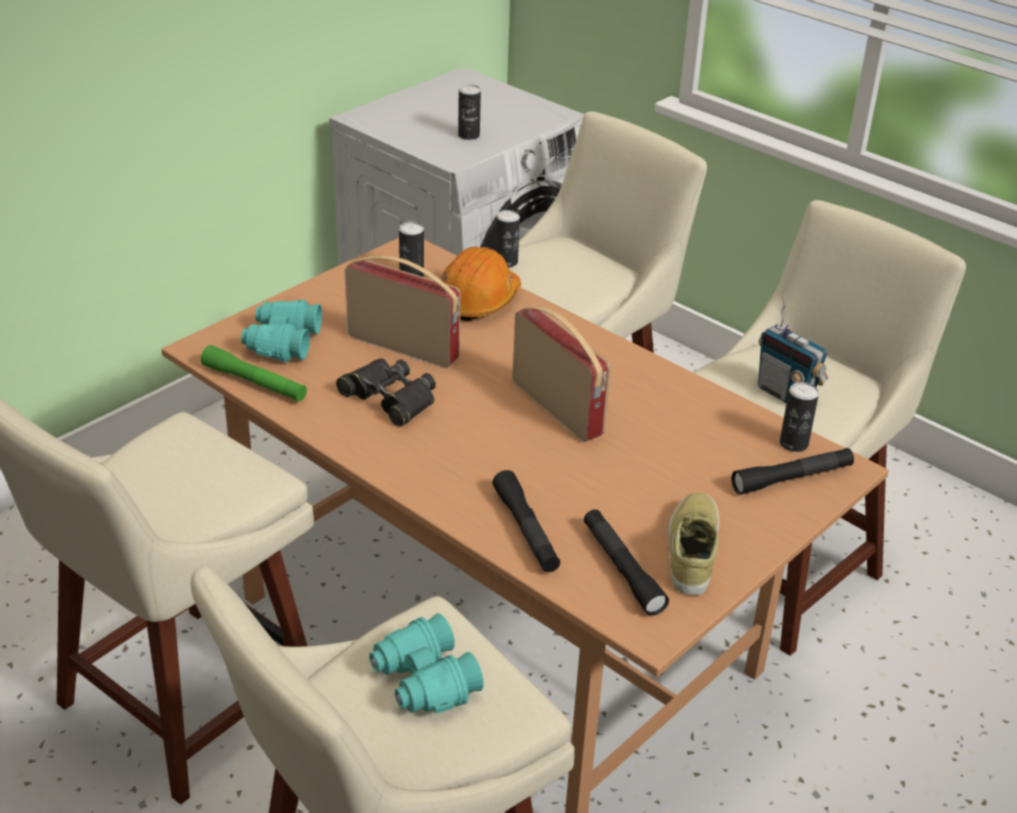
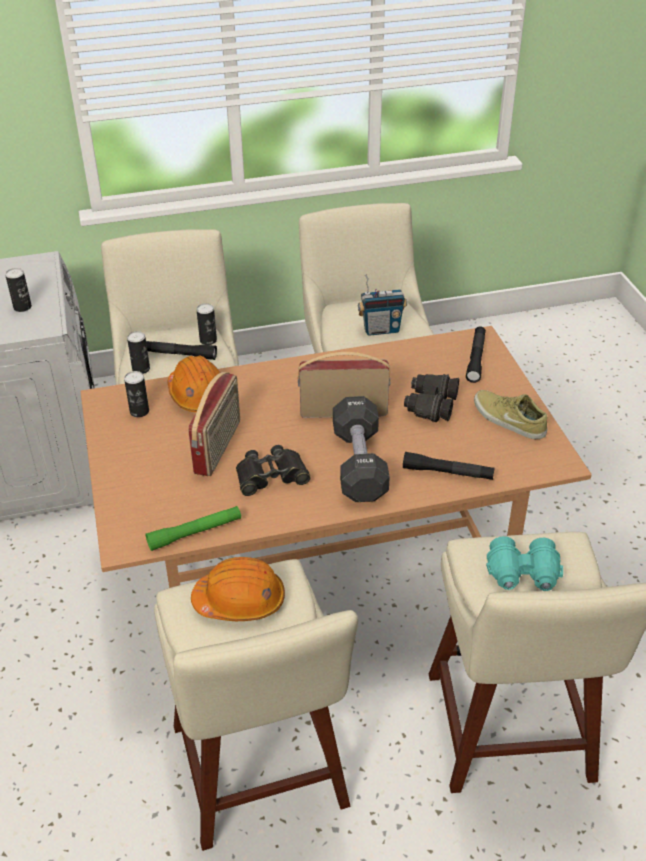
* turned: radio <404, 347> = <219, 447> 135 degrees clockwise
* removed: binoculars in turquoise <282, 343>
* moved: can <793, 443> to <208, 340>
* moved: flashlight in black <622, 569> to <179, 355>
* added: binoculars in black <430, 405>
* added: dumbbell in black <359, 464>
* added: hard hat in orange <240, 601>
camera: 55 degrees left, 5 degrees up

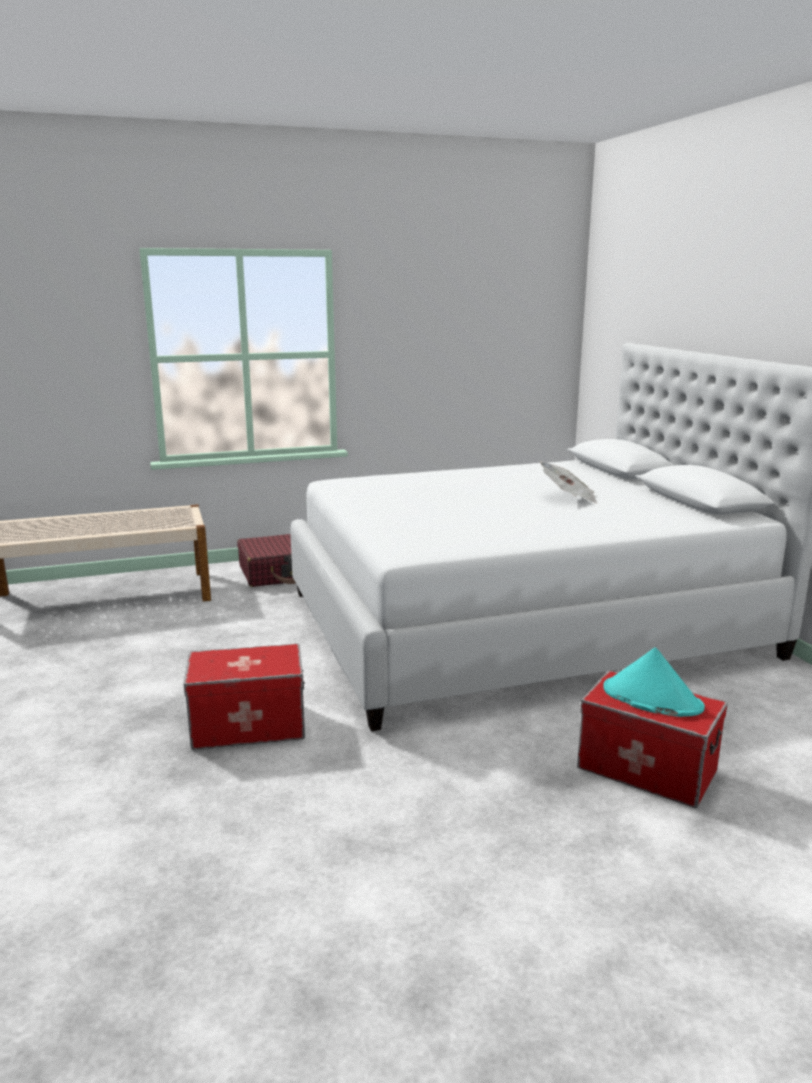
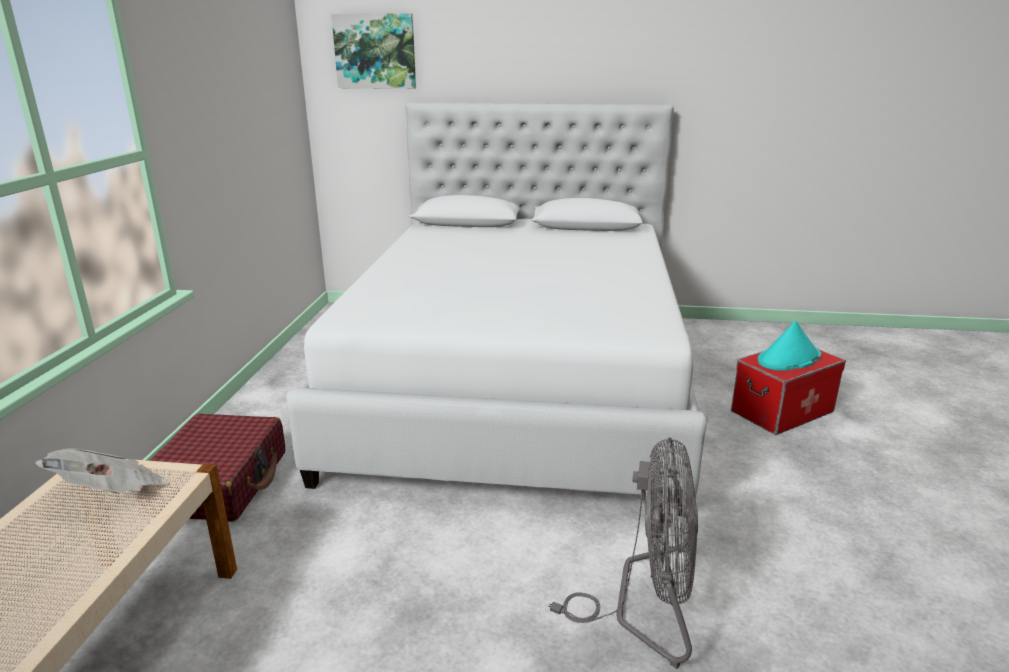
* moved: newspaper <569, 498> to <112, 493>
* replaced: storage box <249, 725> to fan in grey <645, 600>
* added: picture <375, 51>
camera: 65 degrees left, 5 degrees up

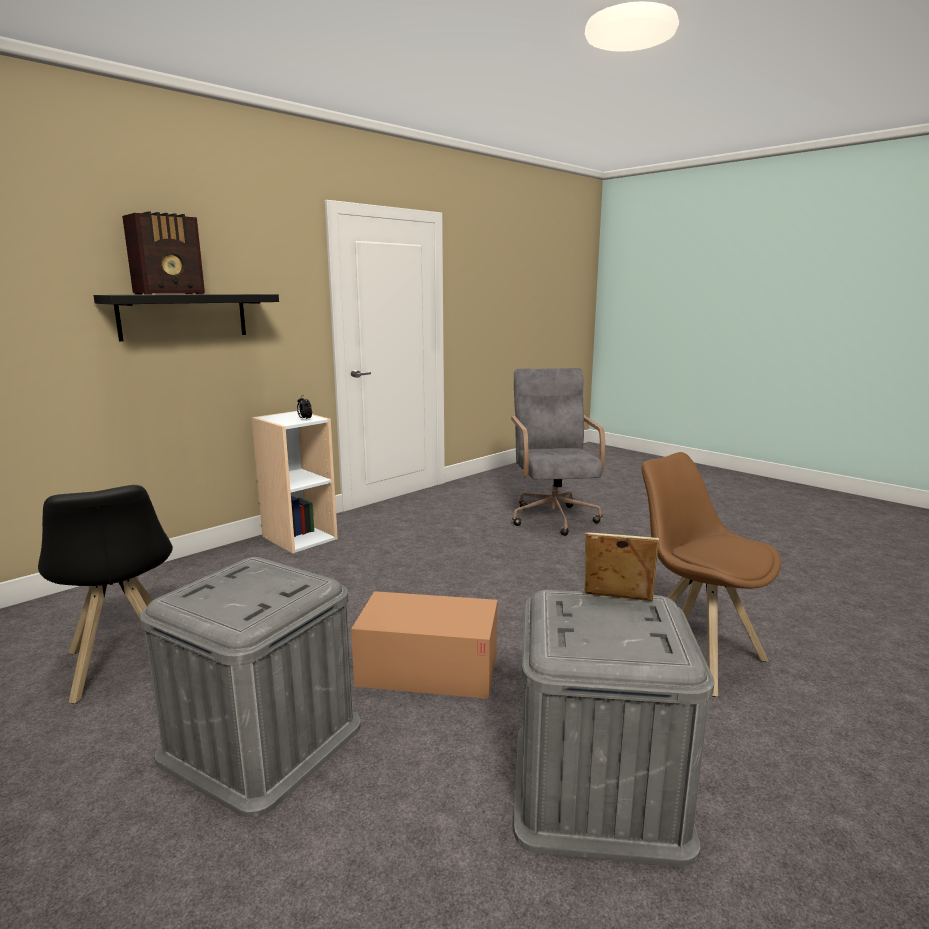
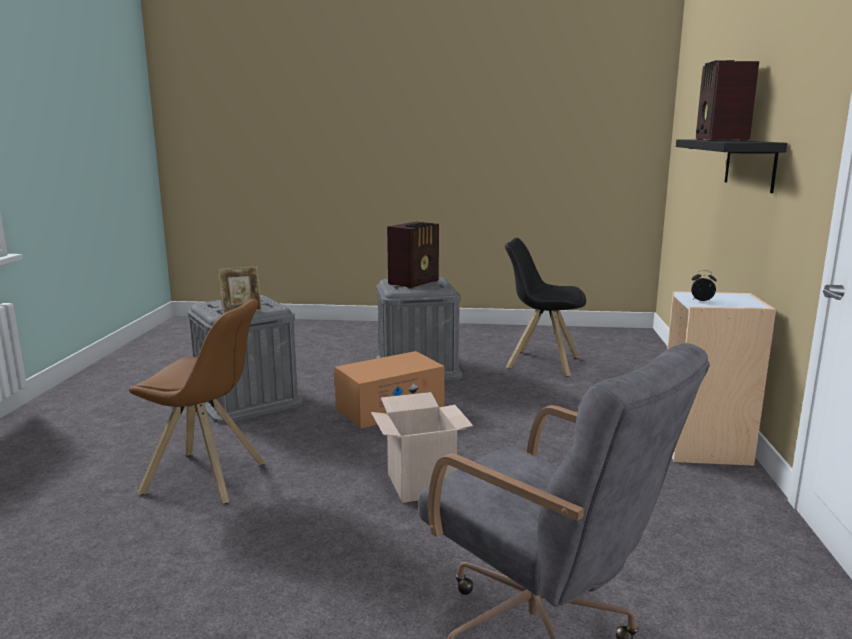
* added: radio <415, 282>
* added: cardboard box <421, 484>
camera: 140 degrees right, 0 degrees up

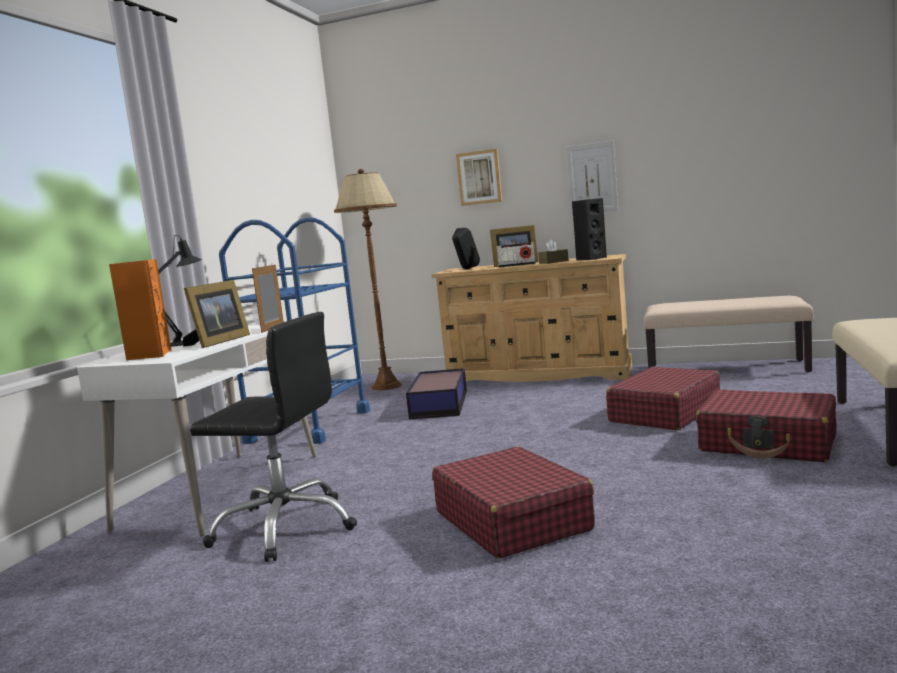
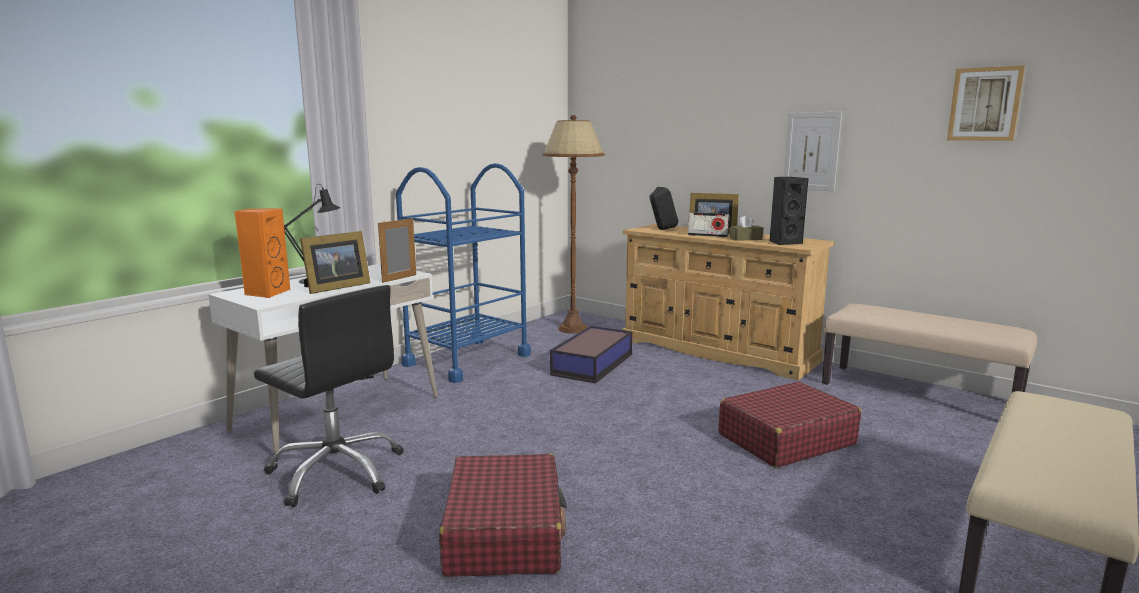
* moved: picture <479, 177> to <985, 104>
* removed: suitcase in red <768, 443>
camera: 20 degrees right, 5 degrees up

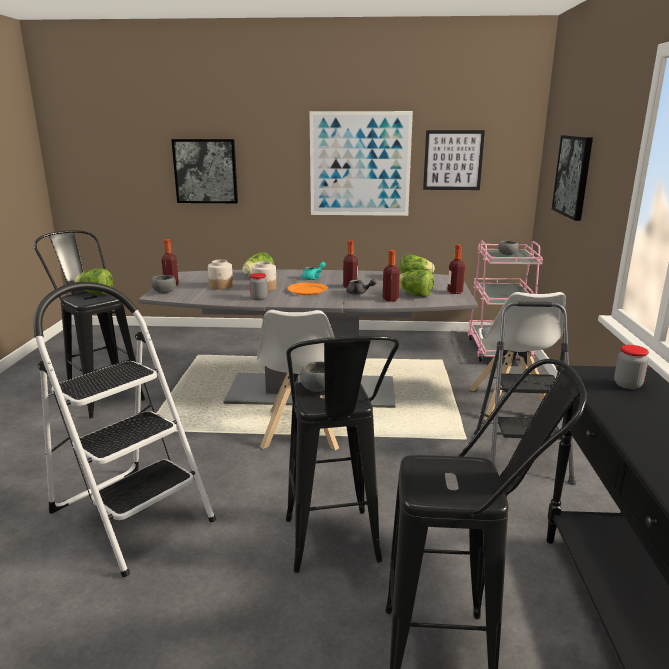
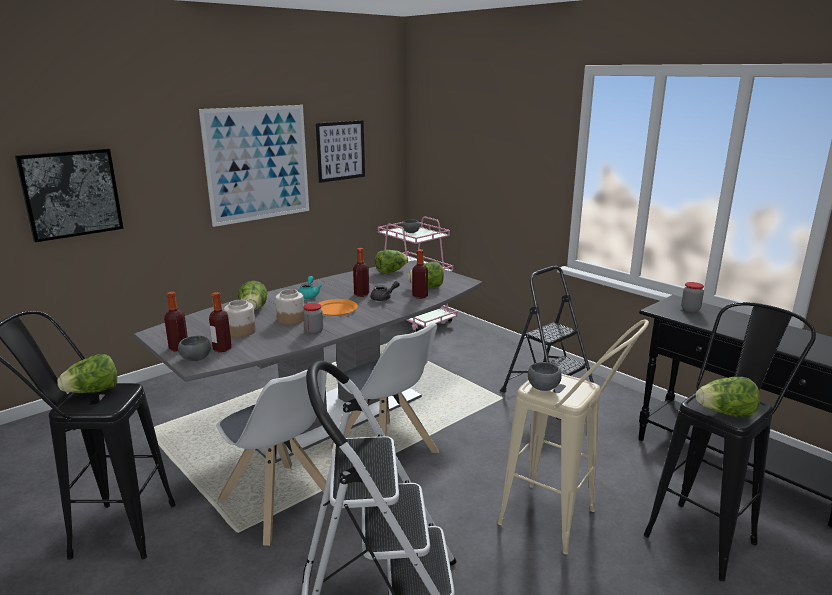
* removed: picture <573, 176>
* moved: bottle <455, 292> to <222, 349>
* moved: chair <510, 405> to <280, 503>
* recoloured: stool in black <334, 552> to stool in beige <562, 523>
* added: lettuce <725, 413>
camera: 45 degrees left, 0 degrees up

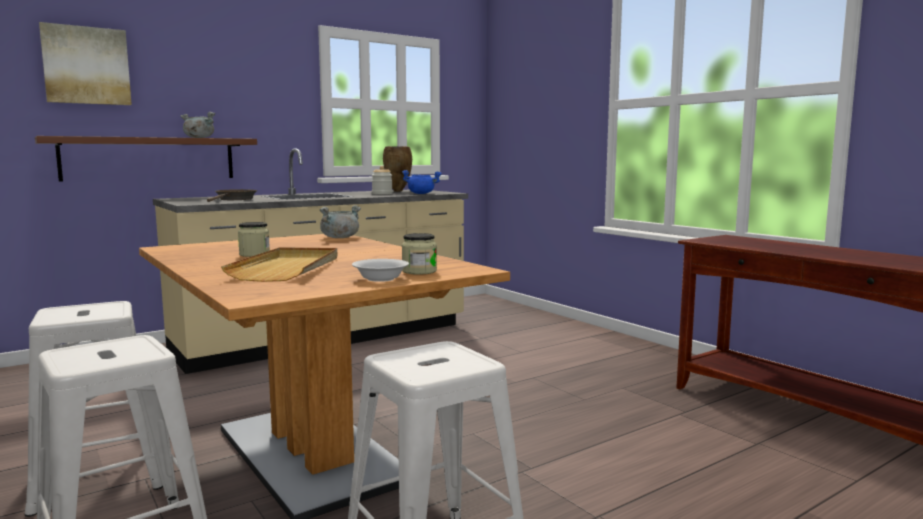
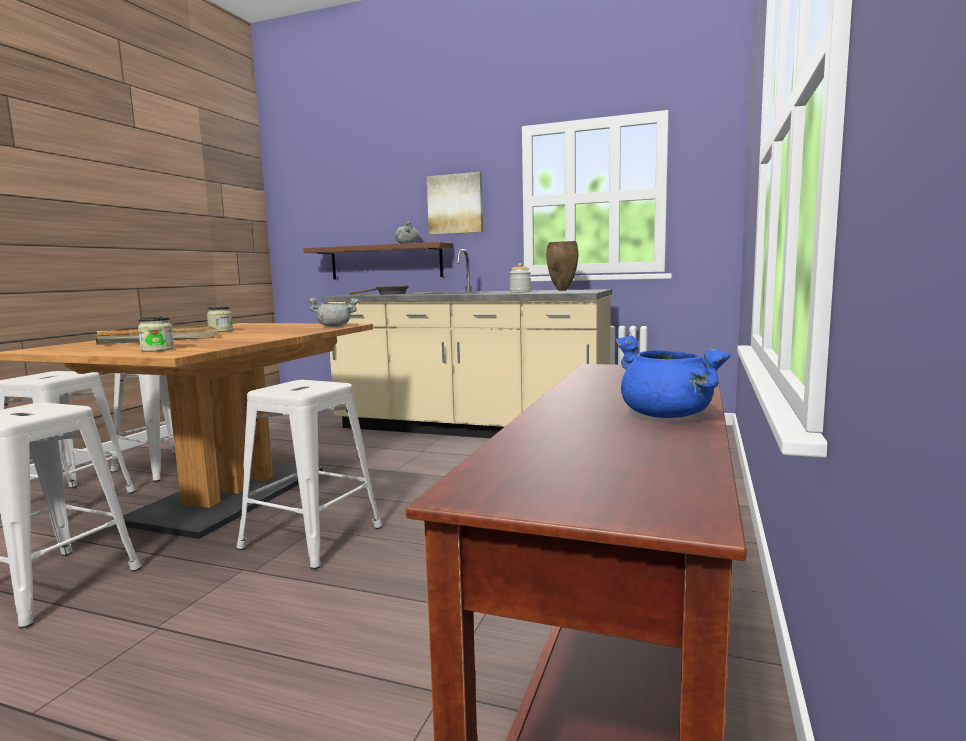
* moved: picture <86, 65> to <455, 204>
* moved: cooking pot in blue <421, 193> to <668, 416>
* removed: bowl in white <380, 279>
* added: stool in white <312, 538>
camera: 55 degrees right, 0 degrees up

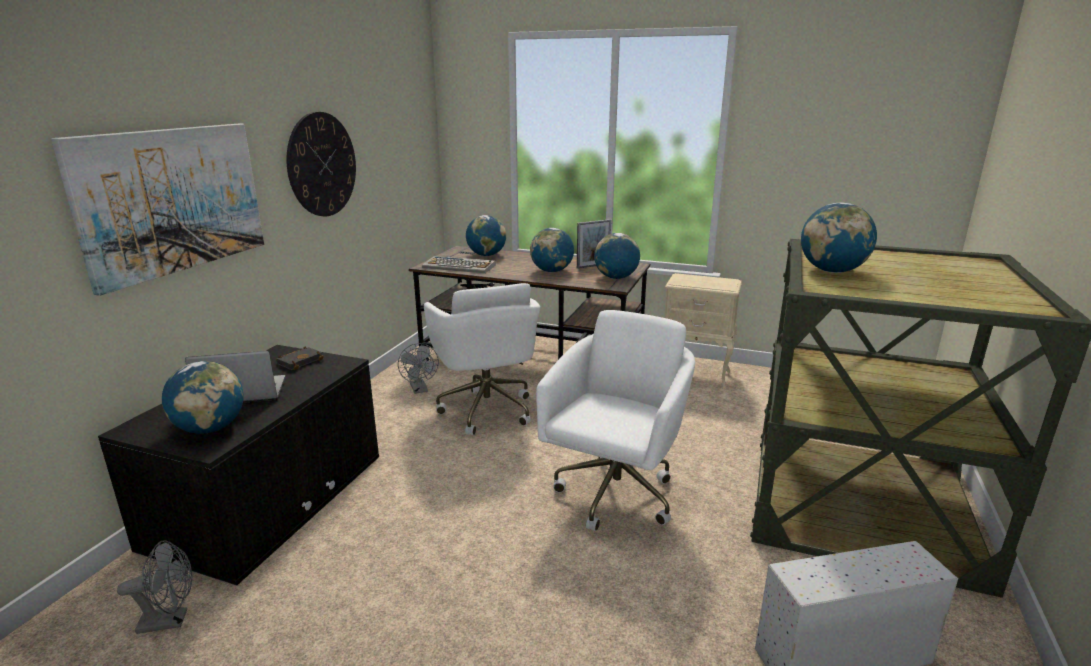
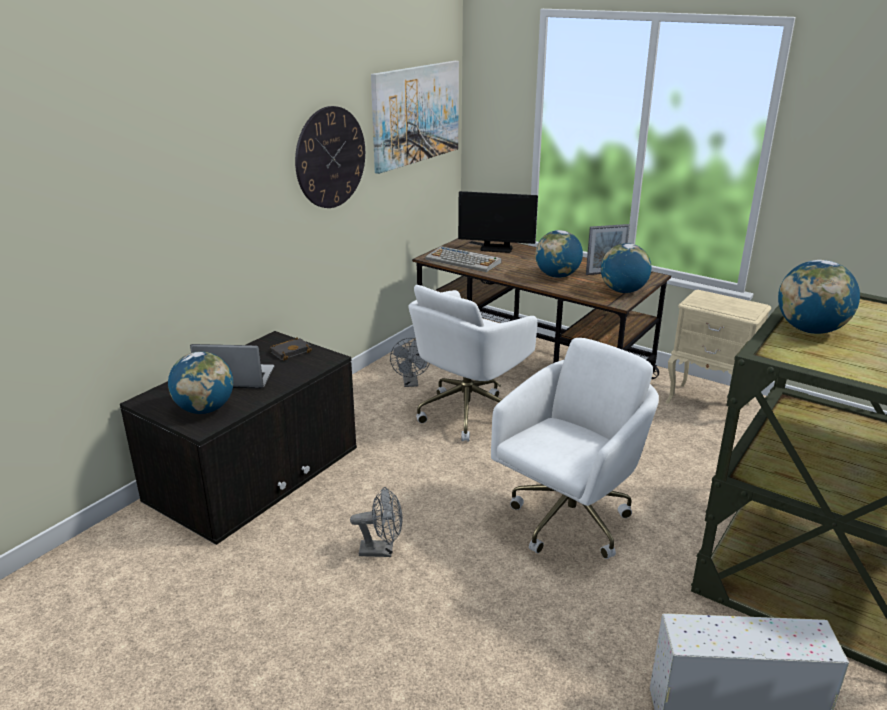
* moved: picture <173, 200> to <416, 114>
* replaced: globe <486, 255> to monitor <496, 248>
* turned: office chair in white <485, 409> = <469, 413> 45 degrees clockwise
* moved: fan in grey <170, 620> to <382, 550>
camera: 15 degrees right, 5 degrees up

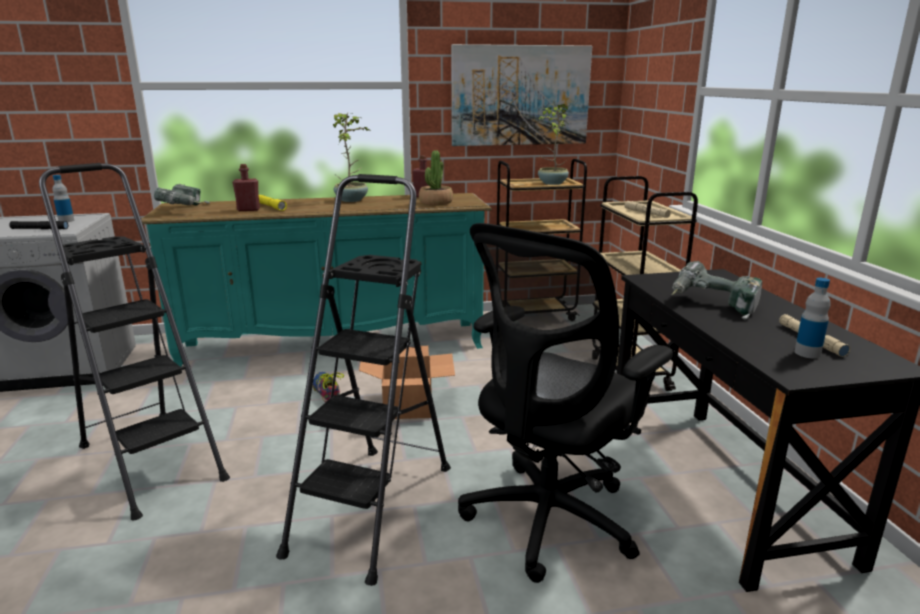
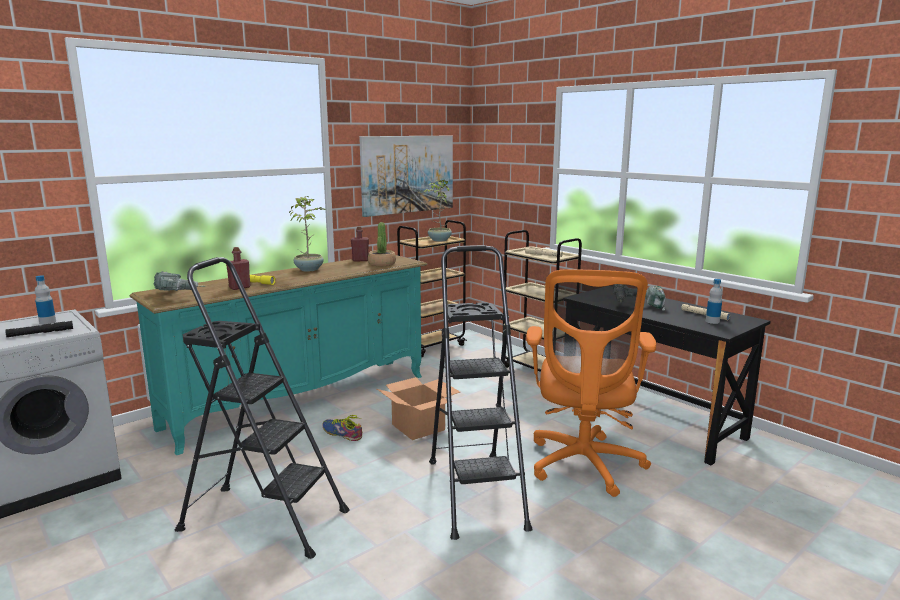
* recoloured: office chair in black <552, 511> to office chair in orange <582, 459>
camera: 30 degrees left, 5 degrees down

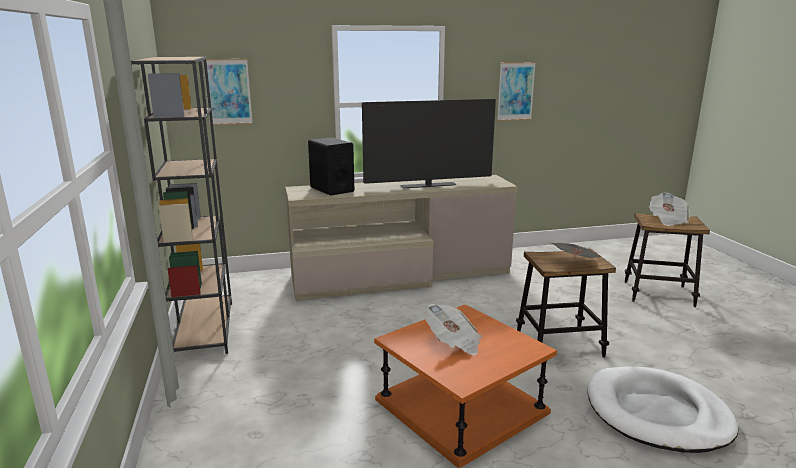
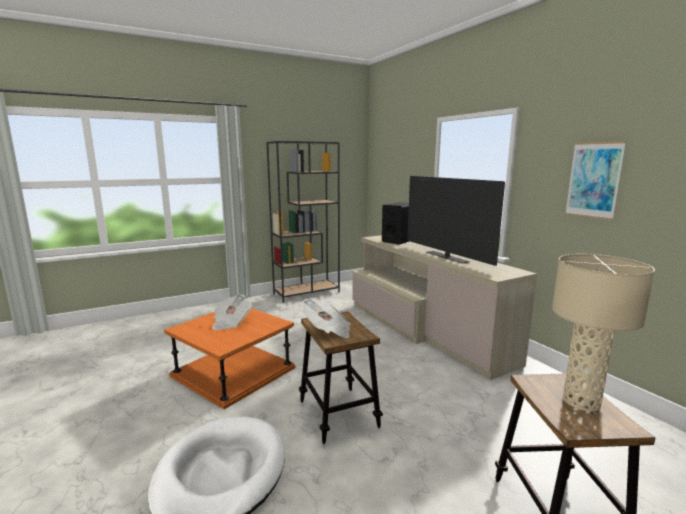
* removed: picture <228, 92>
* replaced: newspaper <667, 220> to table lamp in beige <581, 401>
camera: 75 degrees right, 5 degrees down

